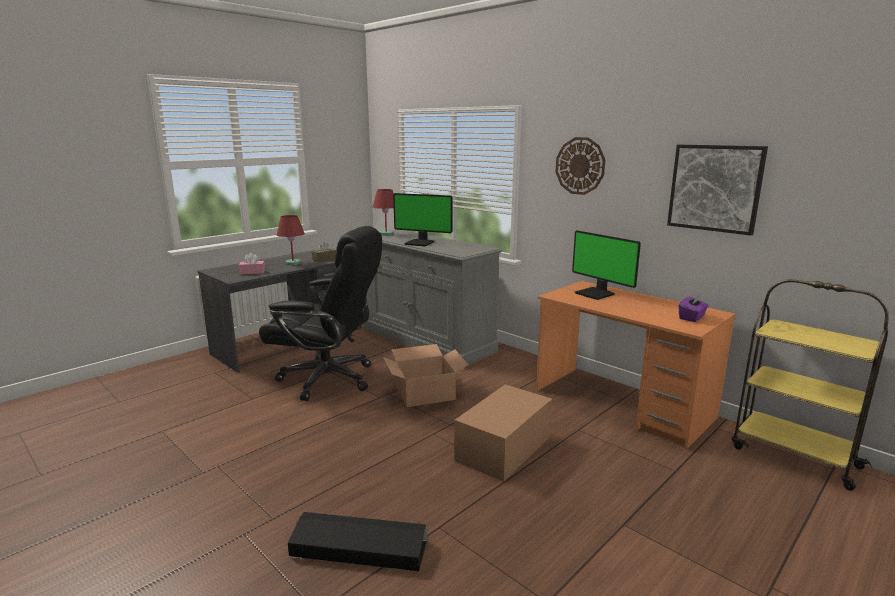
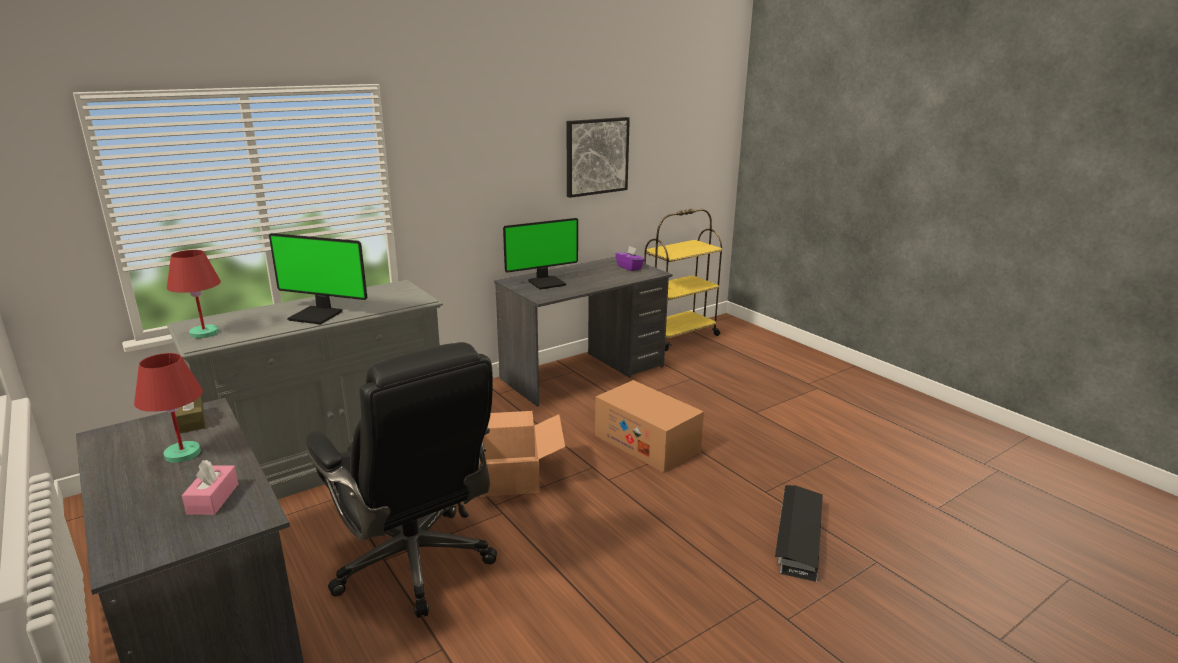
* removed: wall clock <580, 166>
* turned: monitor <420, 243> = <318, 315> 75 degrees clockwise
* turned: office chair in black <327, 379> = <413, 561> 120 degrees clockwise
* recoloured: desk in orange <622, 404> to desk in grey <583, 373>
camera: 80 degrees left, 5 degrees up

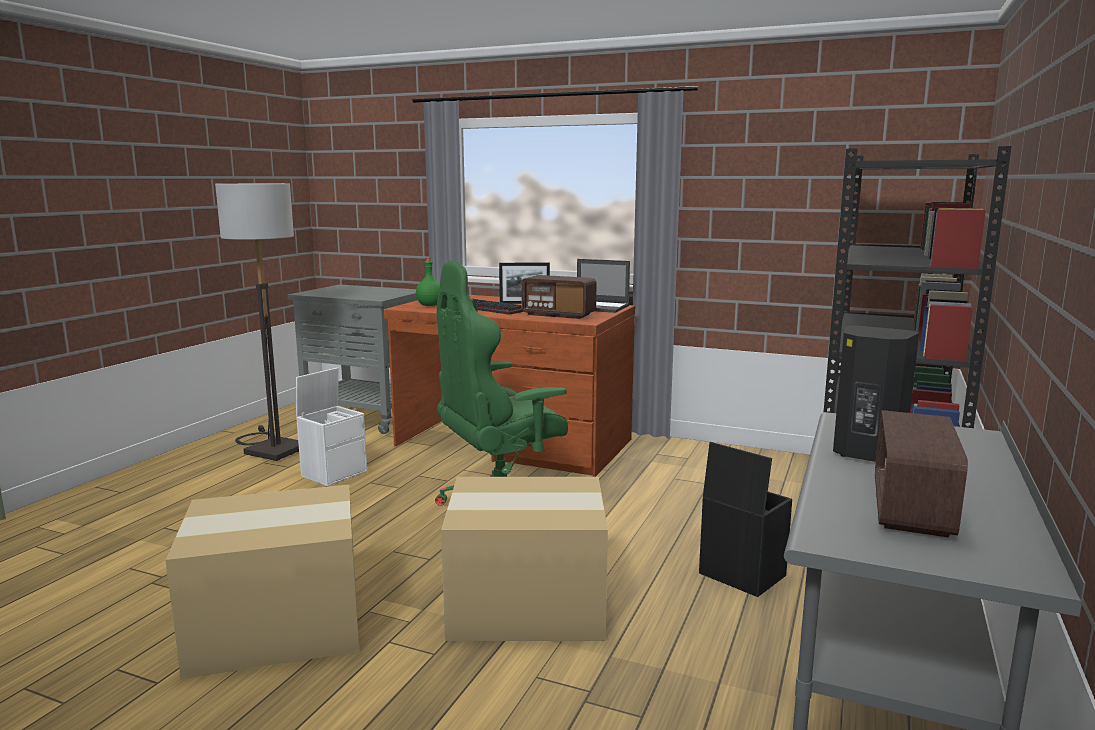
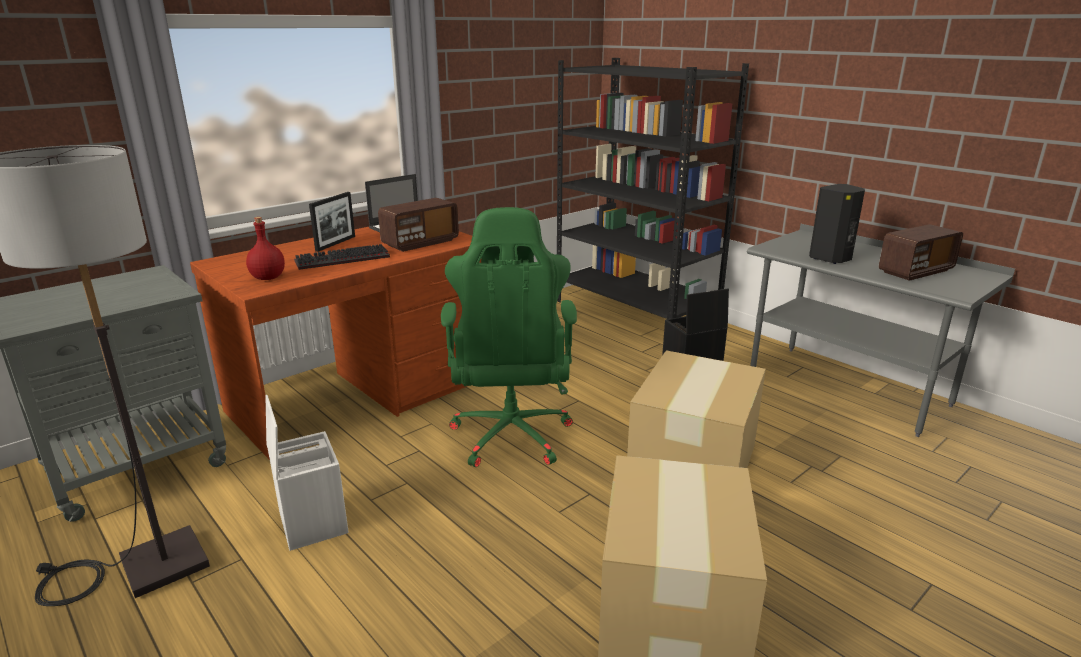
* recoloured: bottle in green <430, 305> to bottle in red <267, 278>
* turned: radio <912, 508> = <915, 271> 75 degrees counterclockwise
camera: 65 degrees left, 10 degrees up

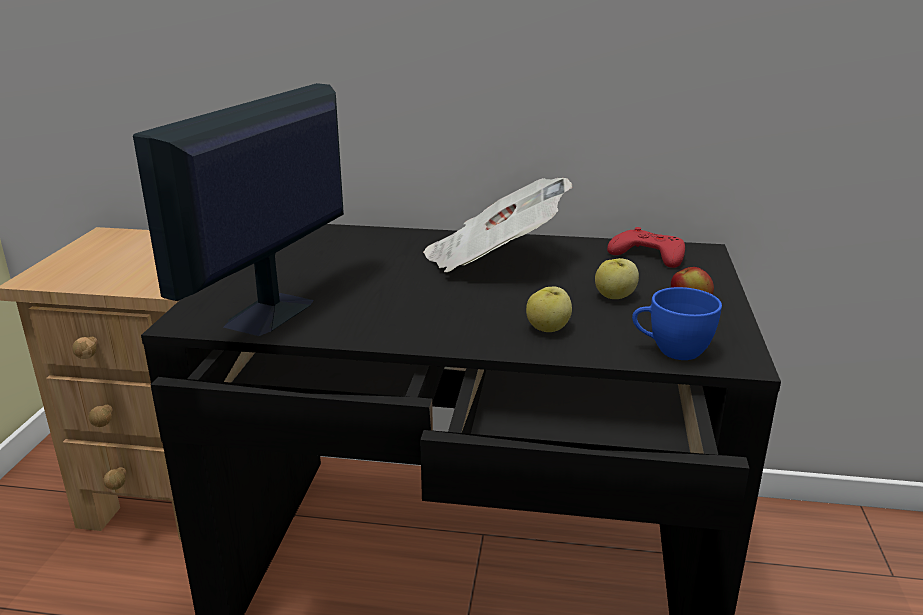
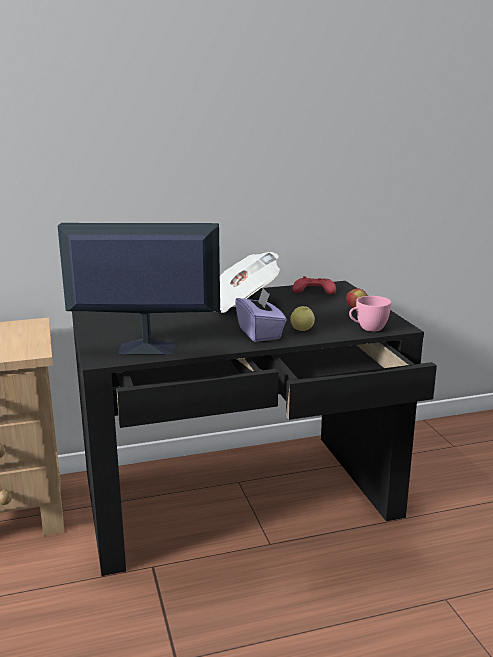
* turned: monitor <268, 314> = <145, 348> 90 degrees clockwise
* removed: apple <615, 297>
* recoloured: cup in blue <671, 351> to cup in pink <367, 328>
* added: tissue box in purple <260, 333>
camera: 25 degrees left, 5 degrees down

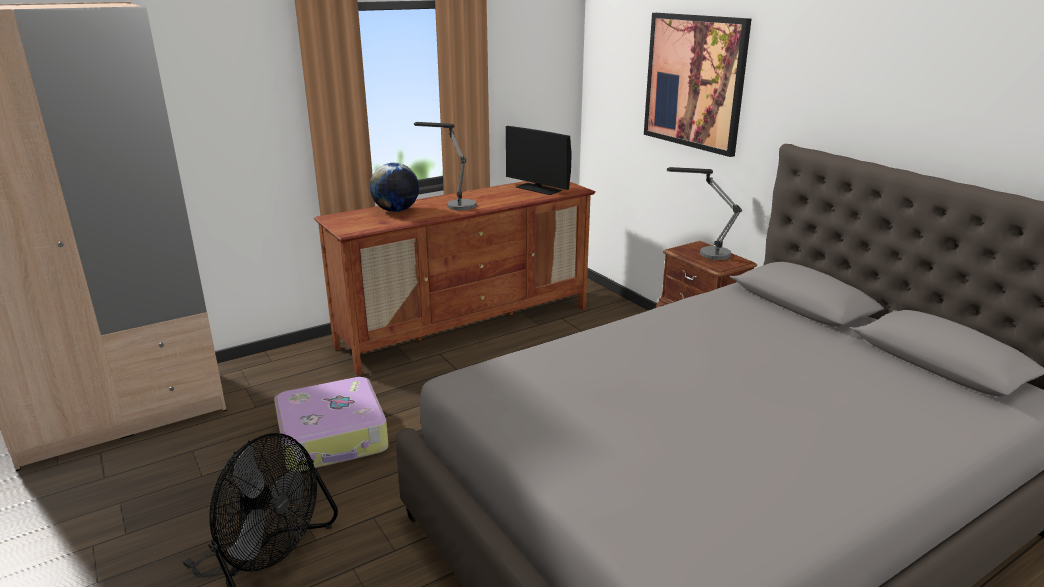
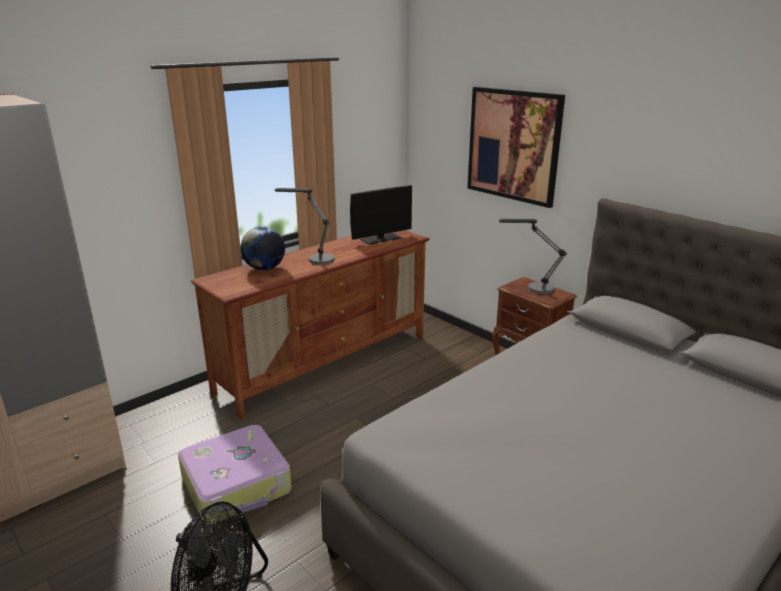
* turned: monitor <538, 189> = <381, 238> 60 degrees counterclockwise
camera: 10 degrees left, 0 degrees up

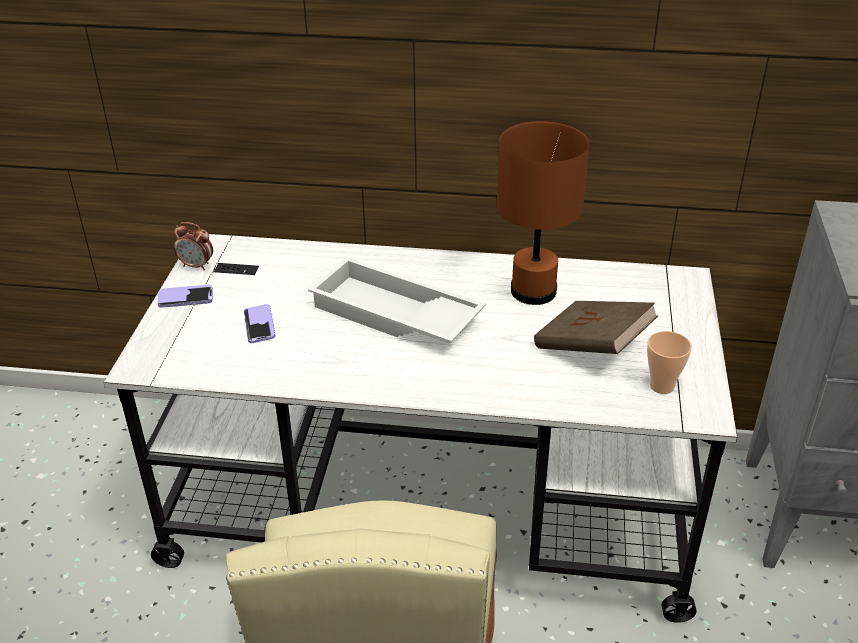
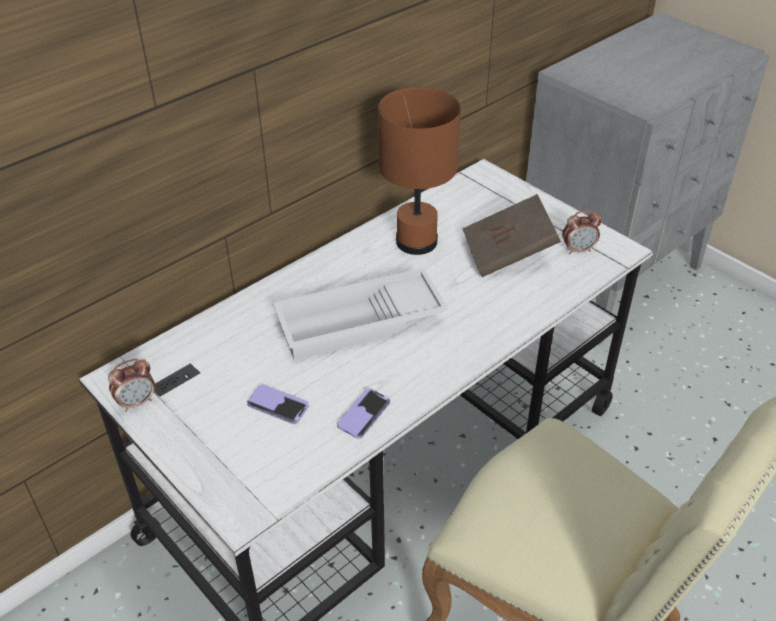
* moved: phone <185, 298> to <364, 414>
* replaced: cup <662, 386> to alarm clock <578, 250>
camera: 50 degrees left, 5 degrees up

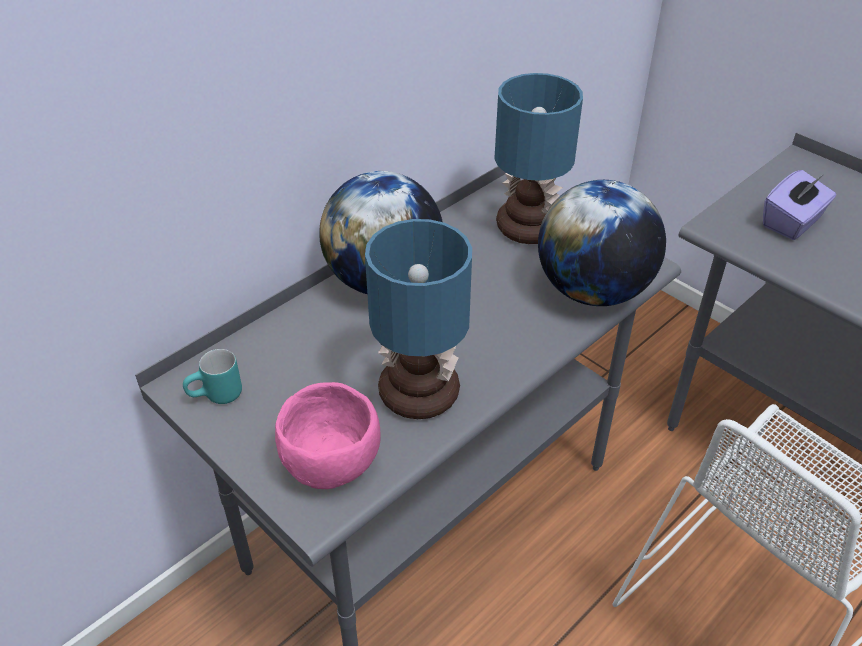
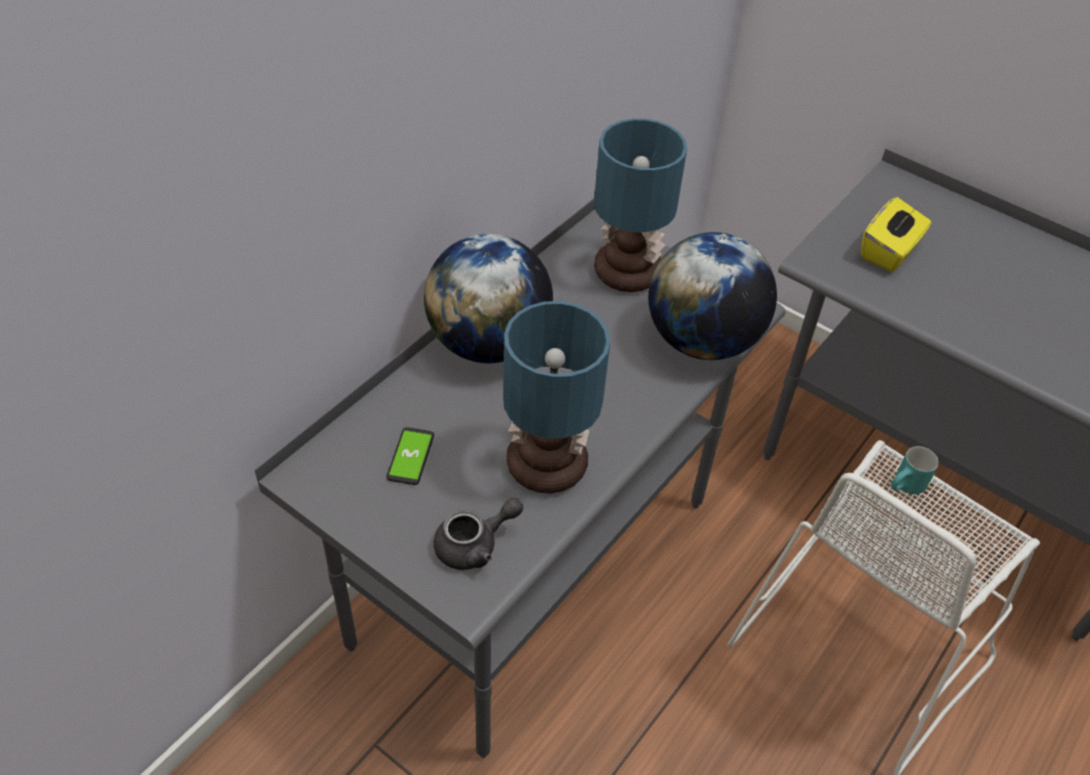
* recoloured: tissue box in purple <792, 222> to tissue box in yellow <889, 252>
* moved: mug in turquoise <217, 397> to <906, 488>
* replaced: bowl in pink <333, 463> to teapot in grey <475, 545>
* added: phone <410, 457>
camera: 10 degrees left, 5 degrees up

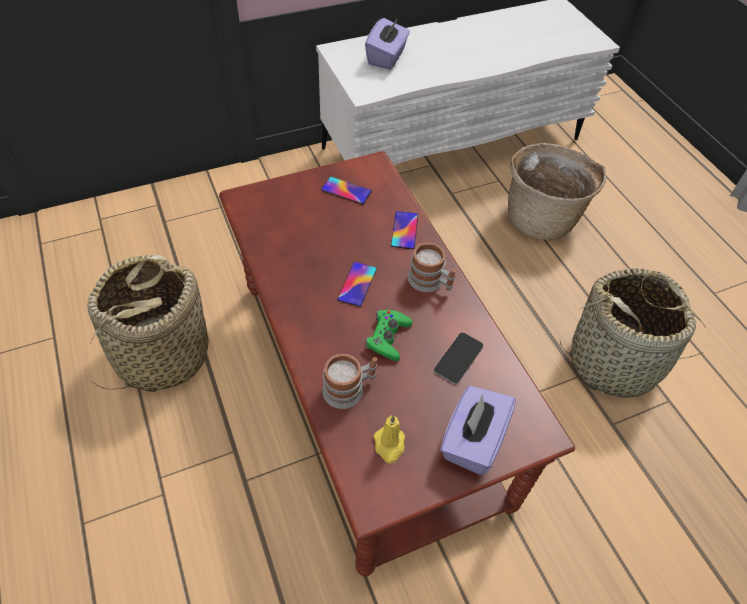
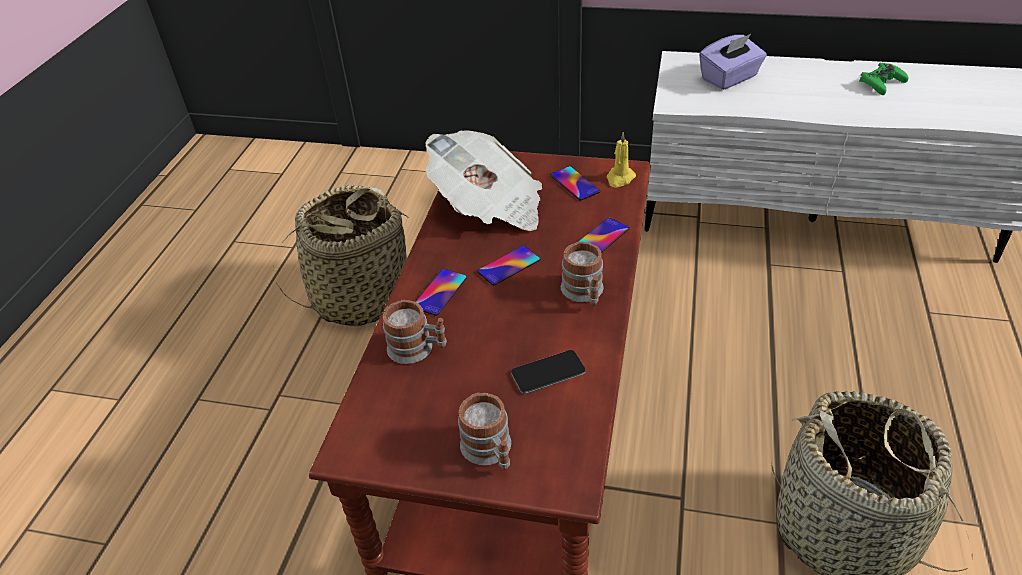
* removed: basket <542, 217>
* moved: game controller in green <388, 337> to <881, 83>
* replaced: tissue box in purple <472, 440> to mug <490, 451>
* moved: candle in yellow <389, 445> to <620, 178>
* added: newspaper <489, 206>
* added: phone <440, 292>
camera: 40 degrees right, 10 degrees down

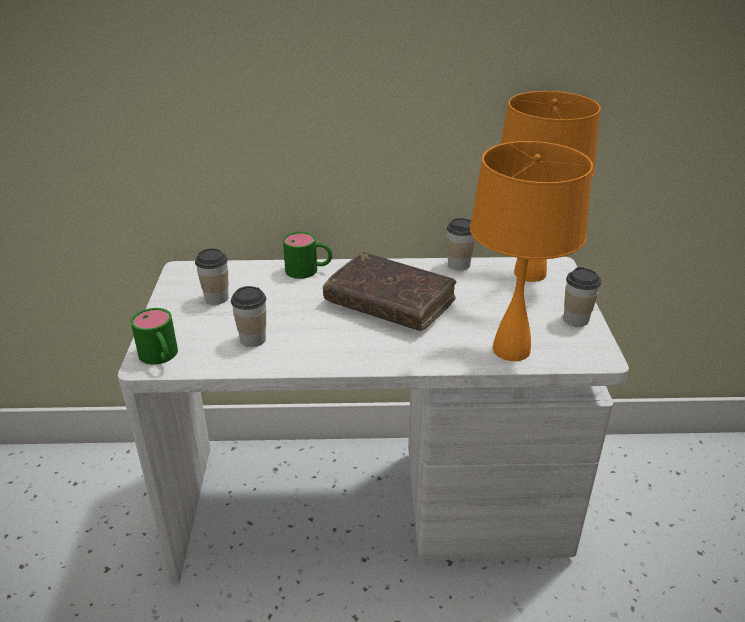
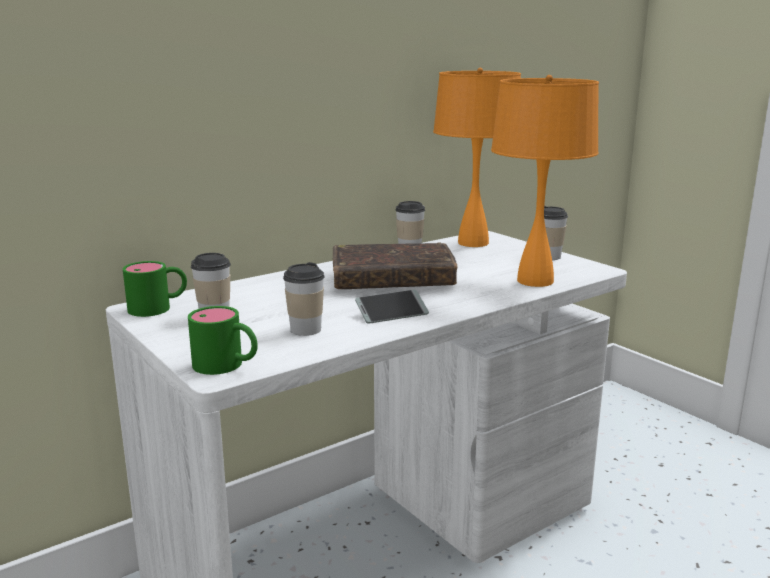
* moved: mug in green <309, 270> to <159, 307>
* added: phone <392, 313>
camera: 35 degrees left, 15 degrees down

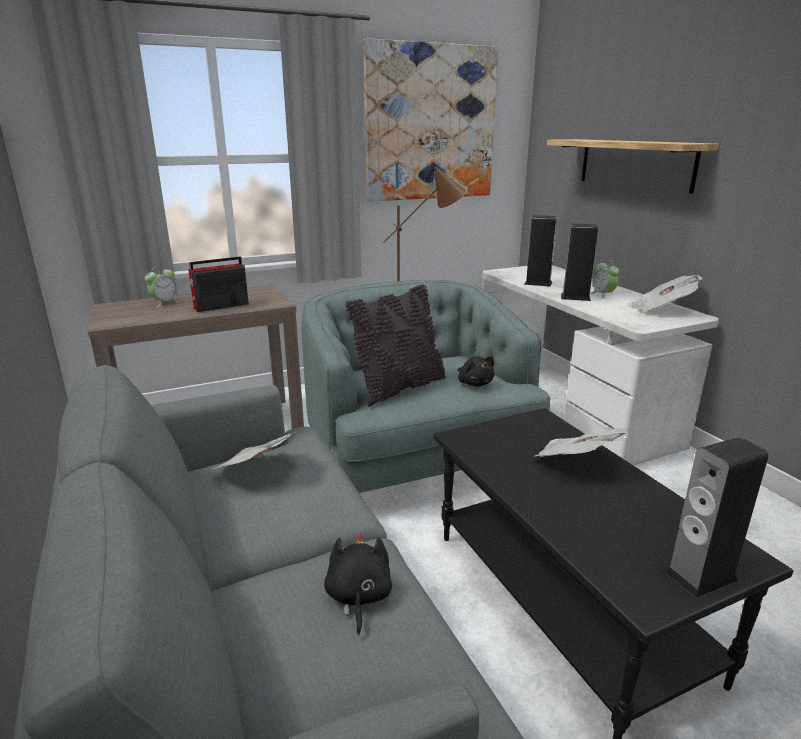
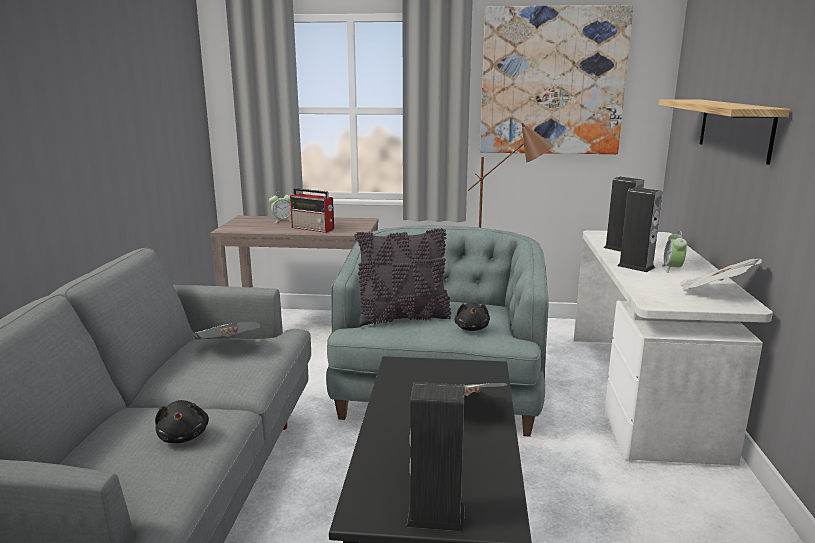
* turned: radio <220, 306> = <313, 228> 150 degrees counterclockwise
* turned: plush toy in black <358, 597> = <184, 436> 135 degrees clockwise
camera: 30 degrees right, 5 degrees down

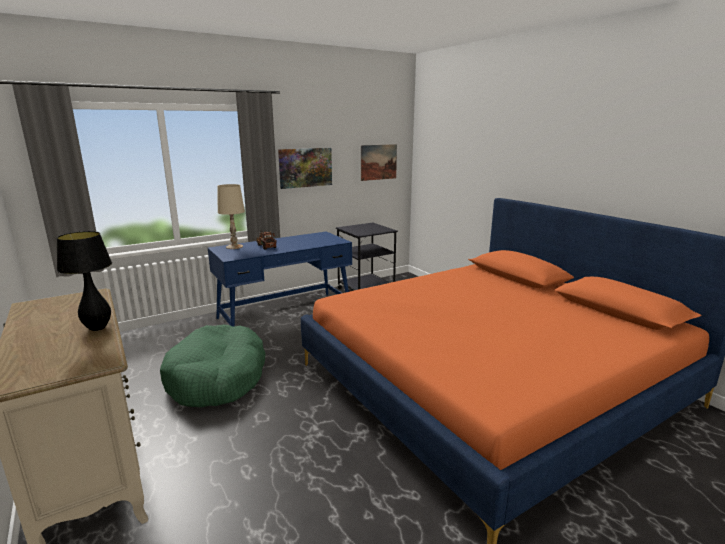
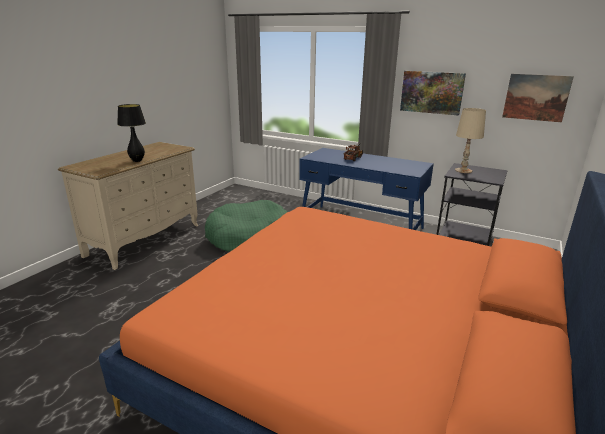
* moved: table lamp in beige <234, 247> to <463, 170>
camera: 60 degrees right, 5 degrees up

